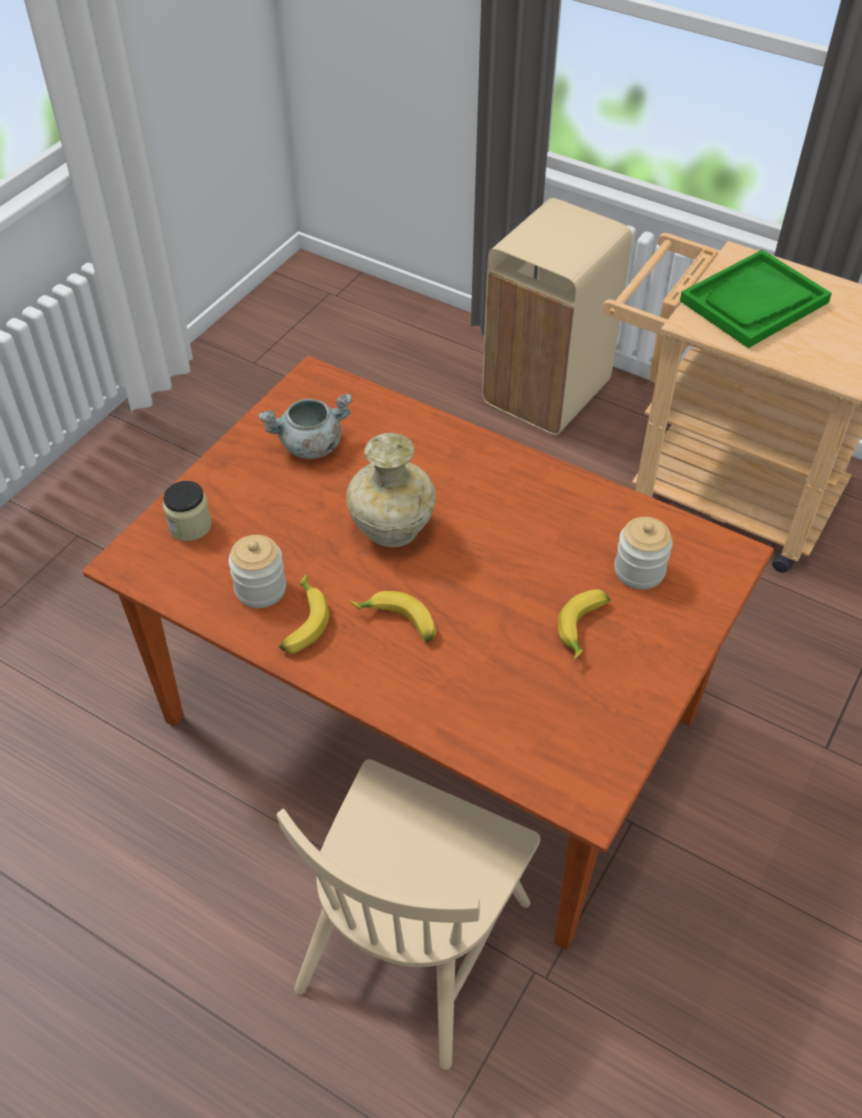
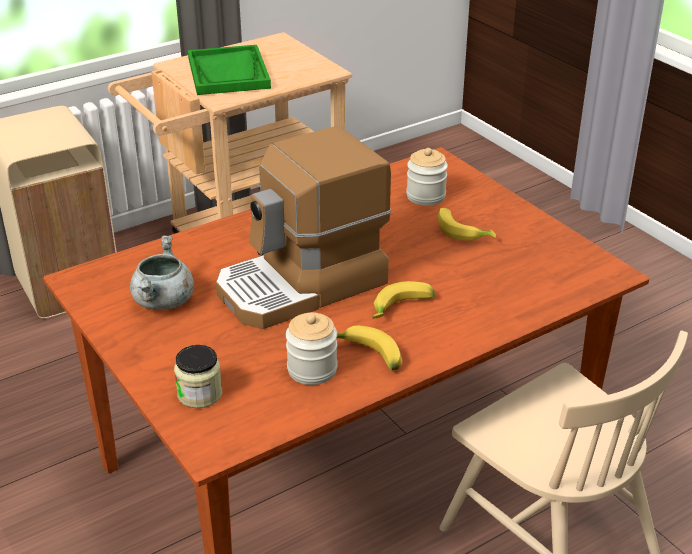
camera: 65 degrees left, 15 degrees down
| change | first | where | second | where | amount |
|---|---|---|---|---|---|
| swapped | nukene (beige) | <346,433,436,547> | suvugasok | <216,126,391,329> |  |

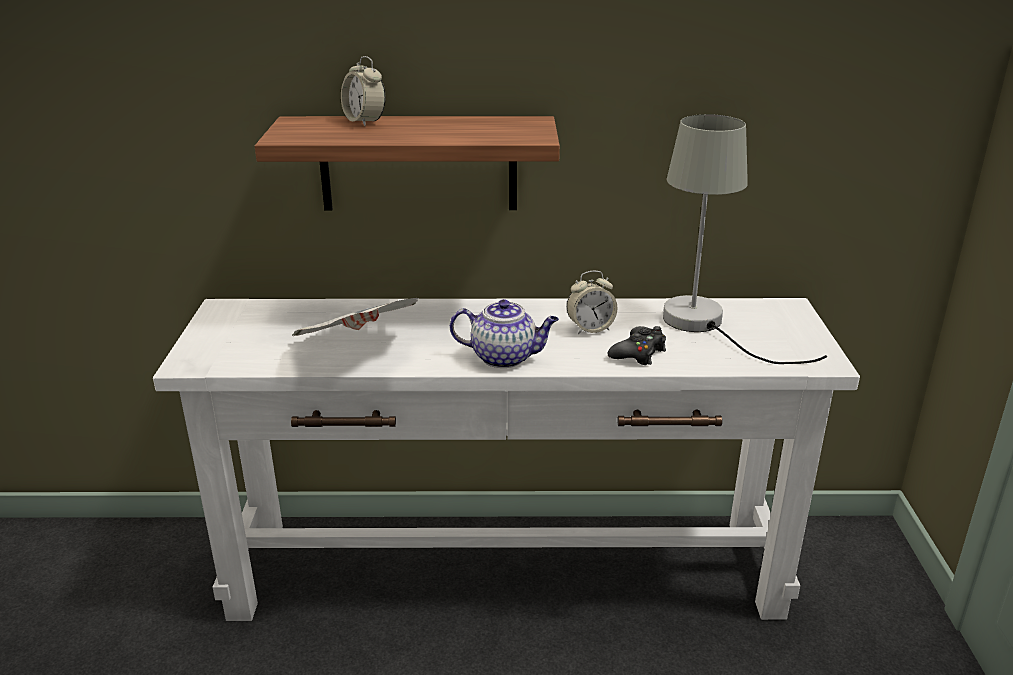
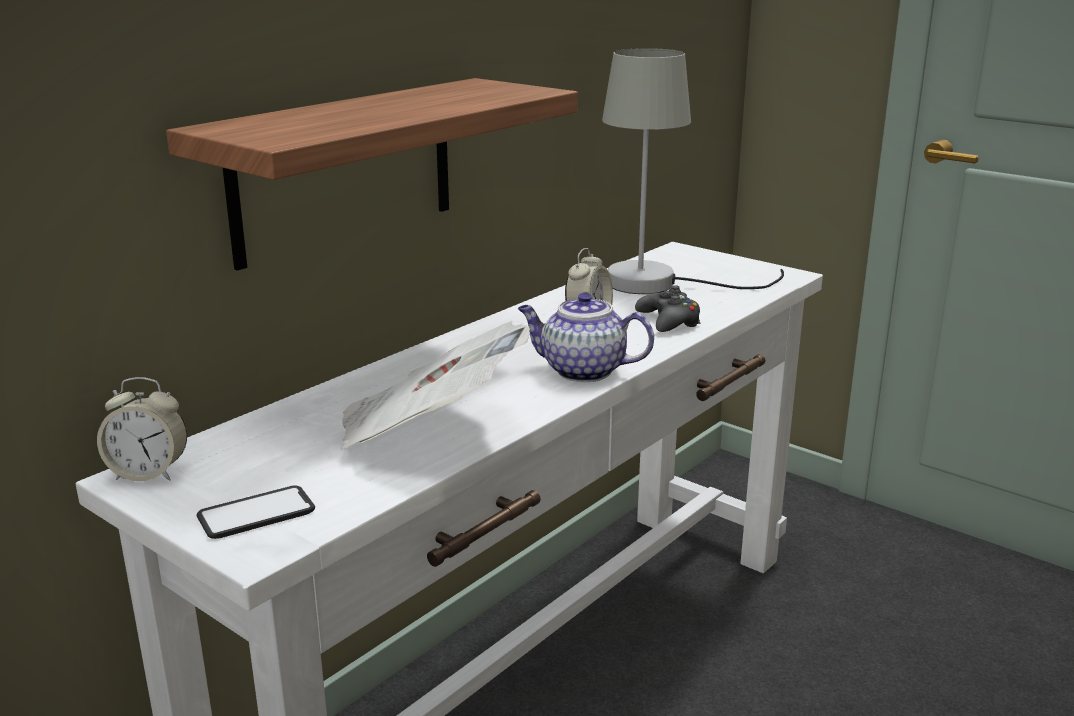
camera: 50 degrees left, 5 degrees down
| change | first | where | second | where | amount |
|---|---|---|---|---|---|
| shifted | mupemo | <341,56,386,126> |  | <97,377,187,481> |  |
| rotated | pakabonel | <450,299,559,368> |  | <517,292,654,382> | 120 degrees counterclockwise |
| new |  |  | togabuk | <197,485,315,539> |  |

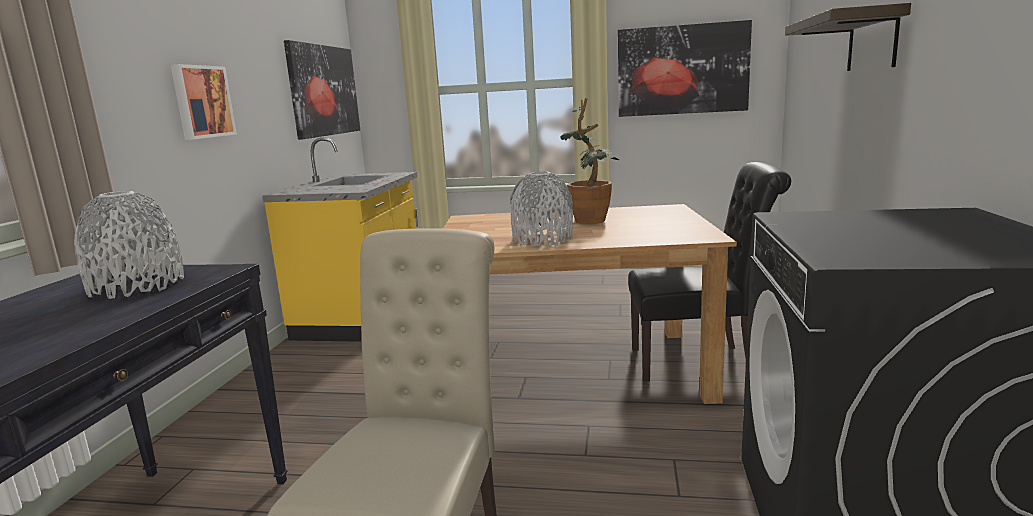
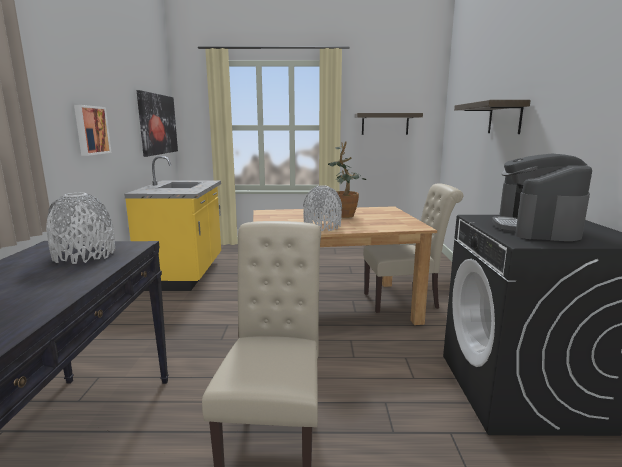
camera: 10 degrees left, 0 degrees up
| change | first | where | second | where | amount |
|---|---|---|---|---|---|
| swapped | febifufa | <618,20,752,117> | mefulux | <355,113,423,135> |  |
| repainted | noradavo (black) | <628,162,791,382> | noradavo (beige) | <363,183,463,313> |  |
| new |  |  | suvugasok | <492,154,592,241> |  |

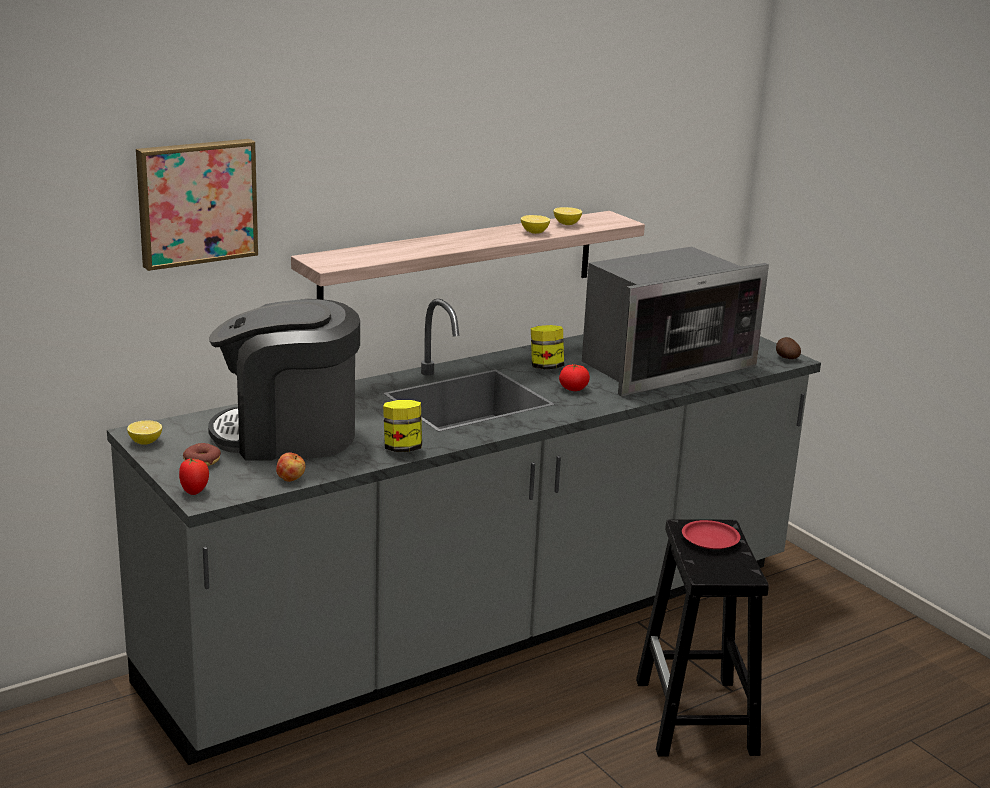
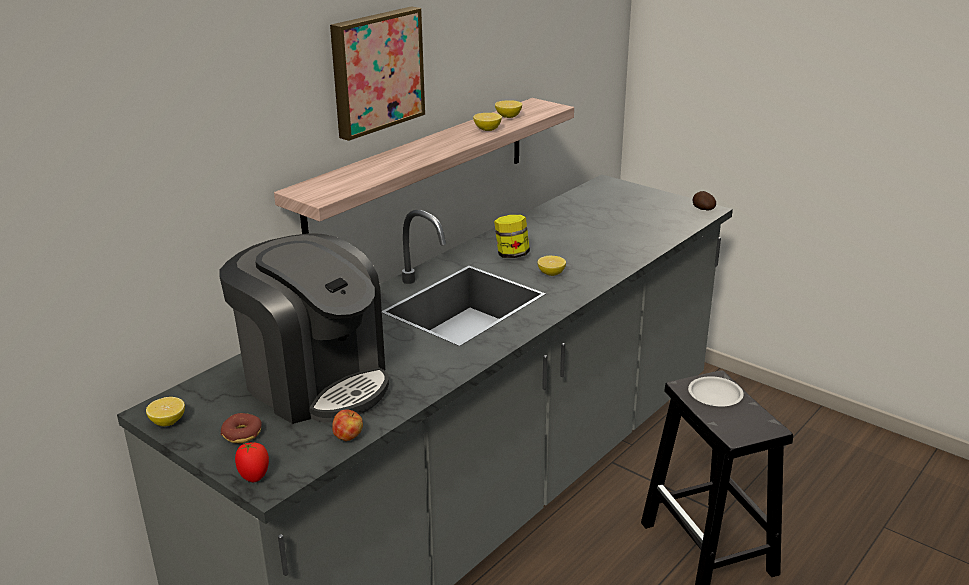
camera: 15 degrees left, 5 degrees up
| change | first | where | second | where | amount |
|---|---|---|---|---|---|
| shifted | febifufa | <136,139,258,271> |  | <330,6,425,141> |  |
| rotated | suvugasok | <208,299,360,461> |  | <219,233,389,424> | 120 degrees counterclockwise |
| gone | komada | <383,400,422,452> |  |  |  |
| swapped | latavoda | <559,364,590,391> | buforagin | <537,256,566,276> |  |
| gone | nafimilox | <582,246,769,396> |  |  |  |
| repainted | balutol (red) | <682,520,741,549> | balutol (white) | <688,376,744,407> |  |

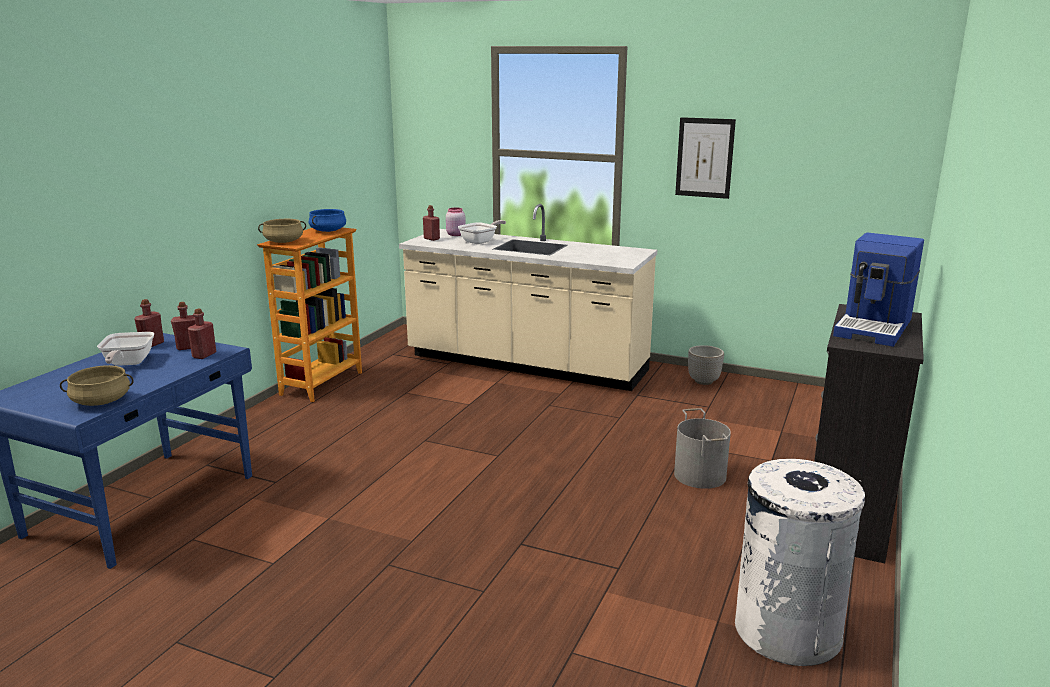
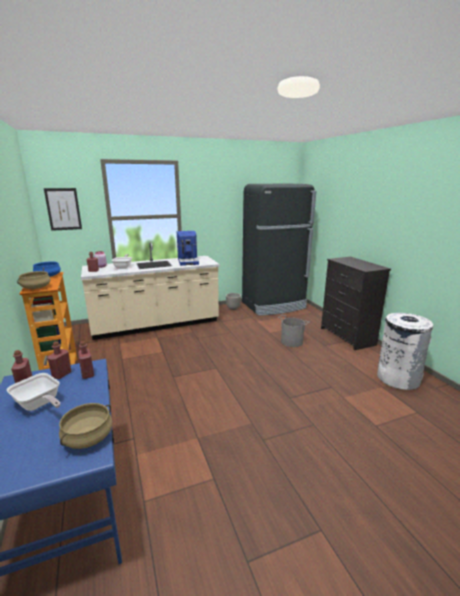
camera: 45 degrees left, 0 degrees up
| change | first | where | second | where | amount |
|---|---|---|---|---|---|
| shifted | febifufa | <675,117,736,199> |  | <44,188,82,231> |  |
| shifted | suvugasok | <833,232,924,347> |  | <177,231,199,266> |  |
| new |  |  | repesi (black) | <242,184,316,316> |  |

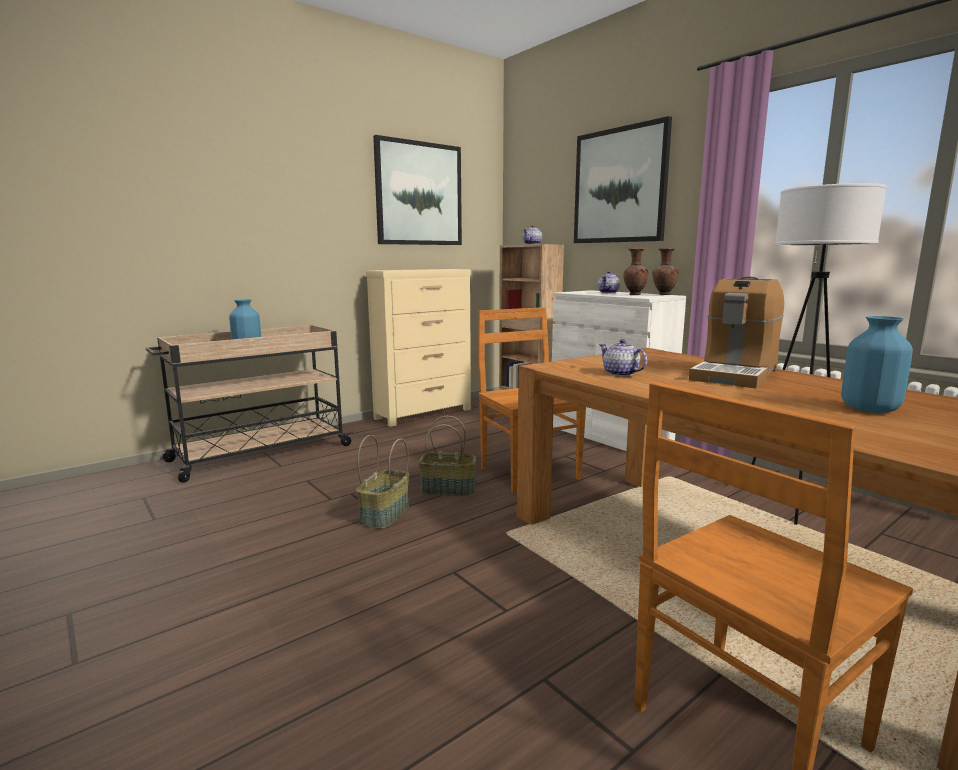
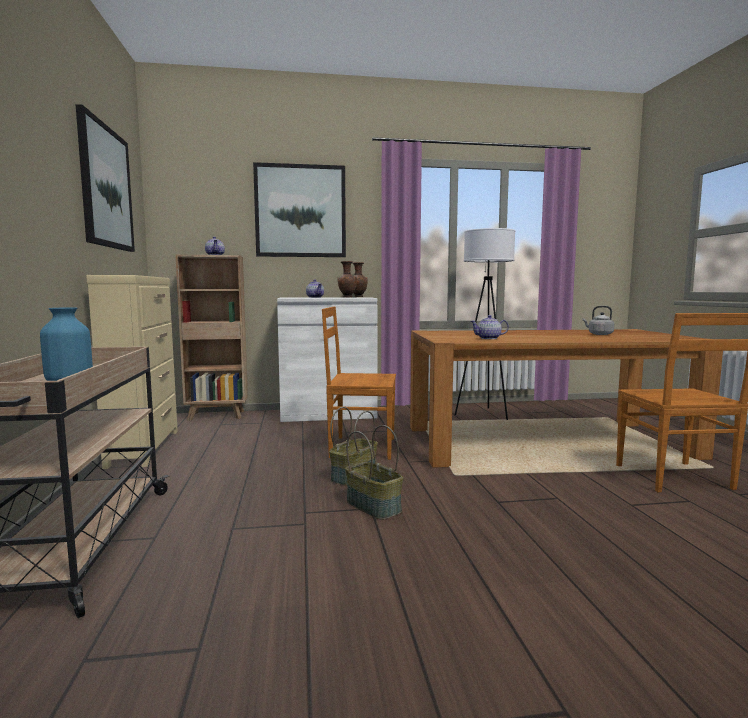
camera: 60 degrees left, 5 degrees down
| change | first | where | second | where | amount |
|---|---|---|---|---|---|
| gone | suvugasok | <689,277,784,388> |  |  |  |
| swapped | nukene (blue) | <841,316,913,413> | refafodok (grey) | <582,306,614,335> |  |

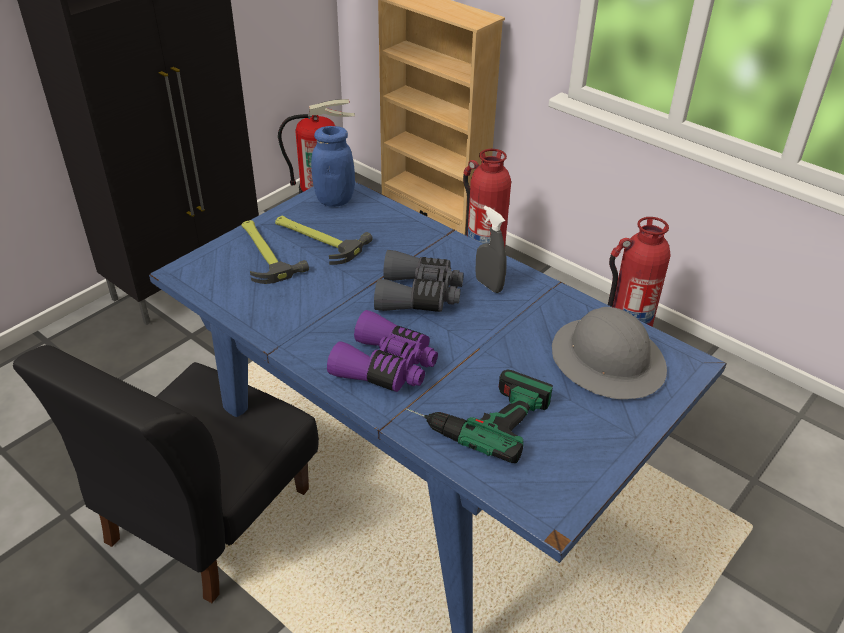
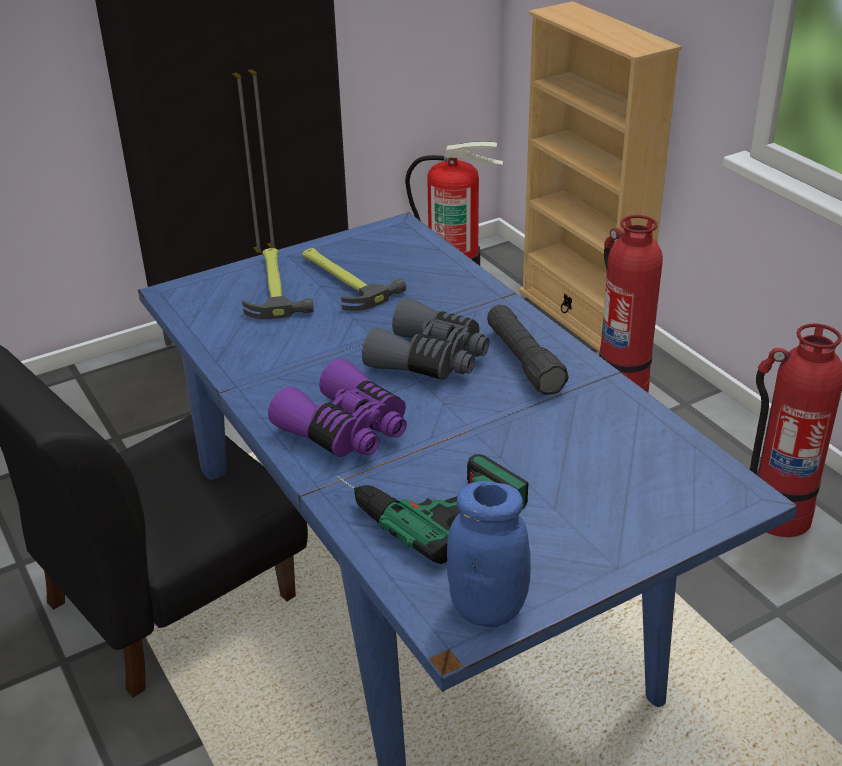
camera: 20 degrees right, 5 degrees down
| change | first | where | second | where | amount |
|---|---|---|---|---|---|
| shifted | komada (blue) | <311,126,355,207> |  | <447,481,531,627> |  |
| swapped | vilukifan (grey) | <475,206,507,293> | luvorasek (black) | <487,305,569,395> |  |
| gone | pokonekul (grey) | <552,307,667,399> |  |  |  |

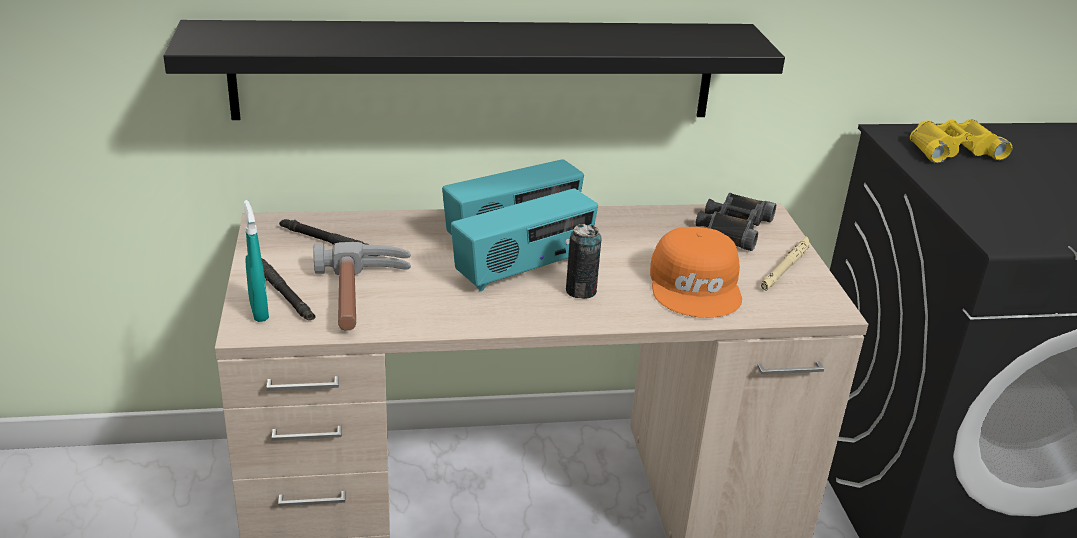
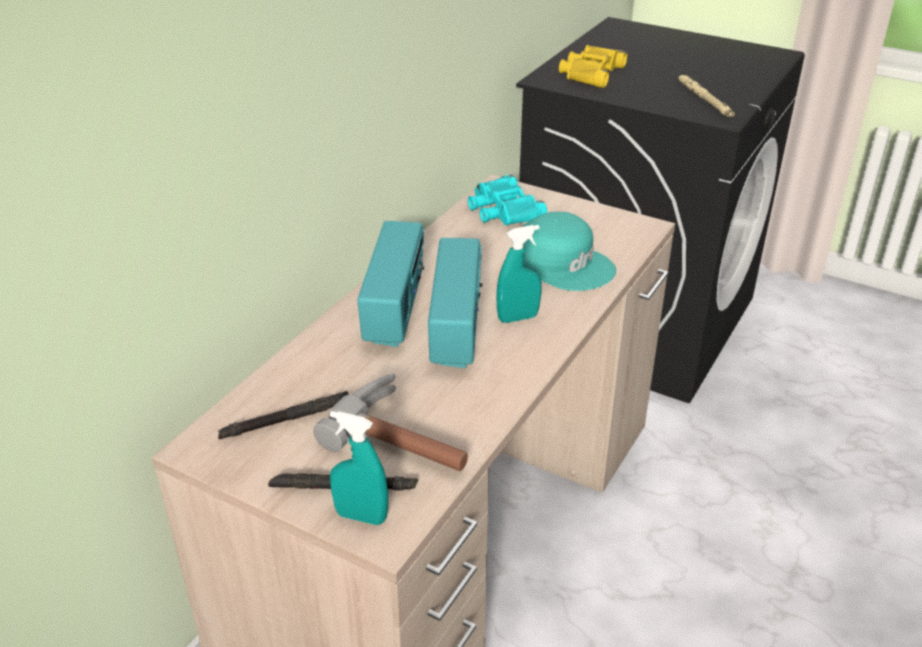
camera: 50 degrees left, 5 degrees up
| change | first | where | second | where | amount |
|---|---|---|---|---|---|
| gone | mefulux (black) | <164,20,785,120> |  |  |  |
| swapped | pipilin | <566,224,601,299> | vilukifan (turquoise) | <496,225,542,323> |  |
| repainted | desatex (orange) | <650,227,742,318> | desatex (turquoise) | <522,212,616,291> |  |
| repainted | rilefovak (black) | <696,193,776,251> | rilefovak (turquoise) | <468,174,547,226> |  |
| shifted | luvorasek (beige) | <761,236,810,291> |  | <678,75,735,117> |  |

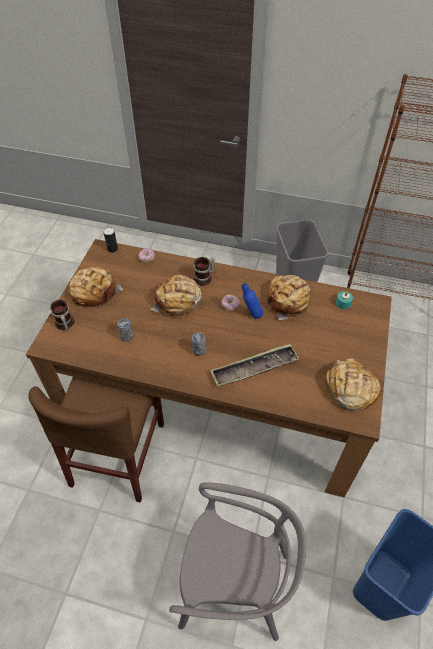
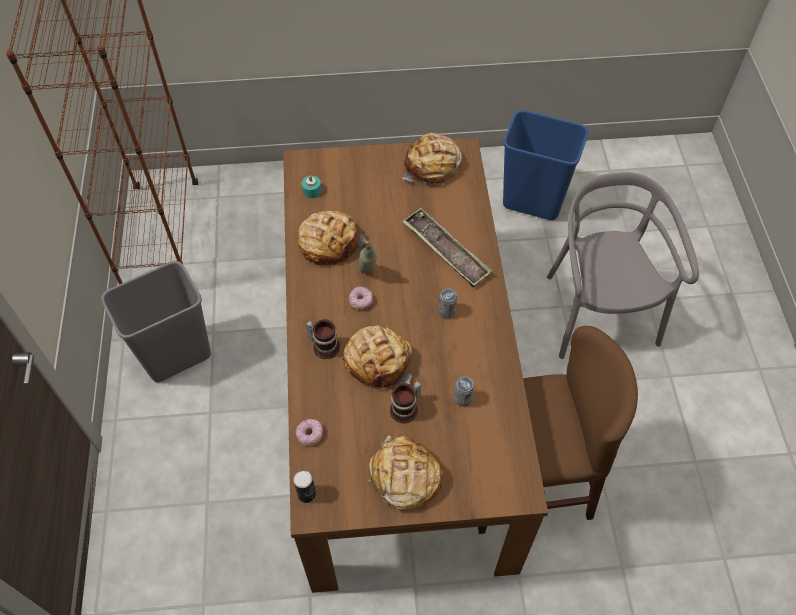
camera: 110 degrees left, 5 degrees up
| change | first | where | second | where | amount |
|---|---|---|---|---|---|
| shifted | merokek | <50,300,75,331> |  | <390,381,421,423> |  |
| repainted | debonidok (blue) | <241,283,263,319> | debonidok (grey) | <359,245,377,274> |  |

